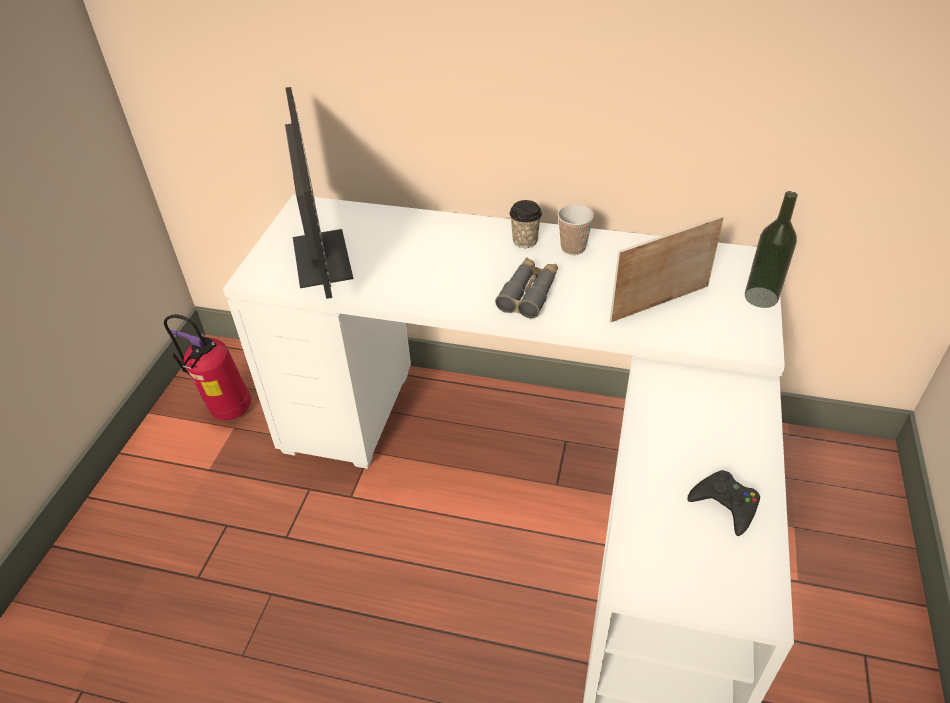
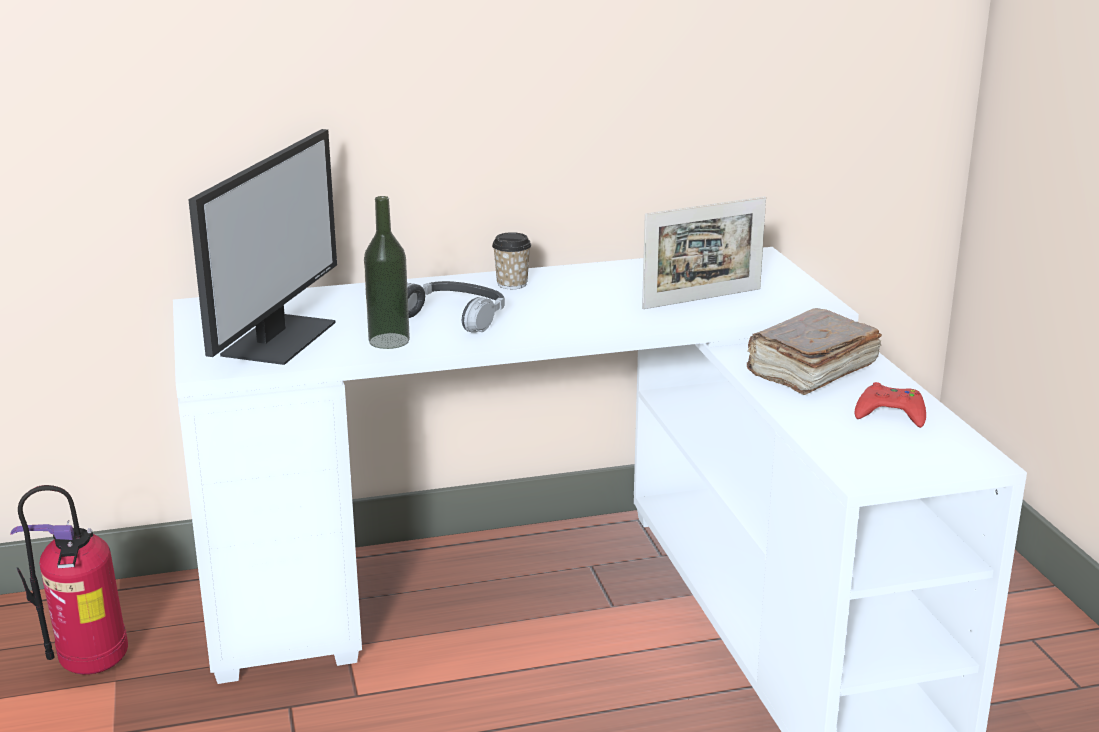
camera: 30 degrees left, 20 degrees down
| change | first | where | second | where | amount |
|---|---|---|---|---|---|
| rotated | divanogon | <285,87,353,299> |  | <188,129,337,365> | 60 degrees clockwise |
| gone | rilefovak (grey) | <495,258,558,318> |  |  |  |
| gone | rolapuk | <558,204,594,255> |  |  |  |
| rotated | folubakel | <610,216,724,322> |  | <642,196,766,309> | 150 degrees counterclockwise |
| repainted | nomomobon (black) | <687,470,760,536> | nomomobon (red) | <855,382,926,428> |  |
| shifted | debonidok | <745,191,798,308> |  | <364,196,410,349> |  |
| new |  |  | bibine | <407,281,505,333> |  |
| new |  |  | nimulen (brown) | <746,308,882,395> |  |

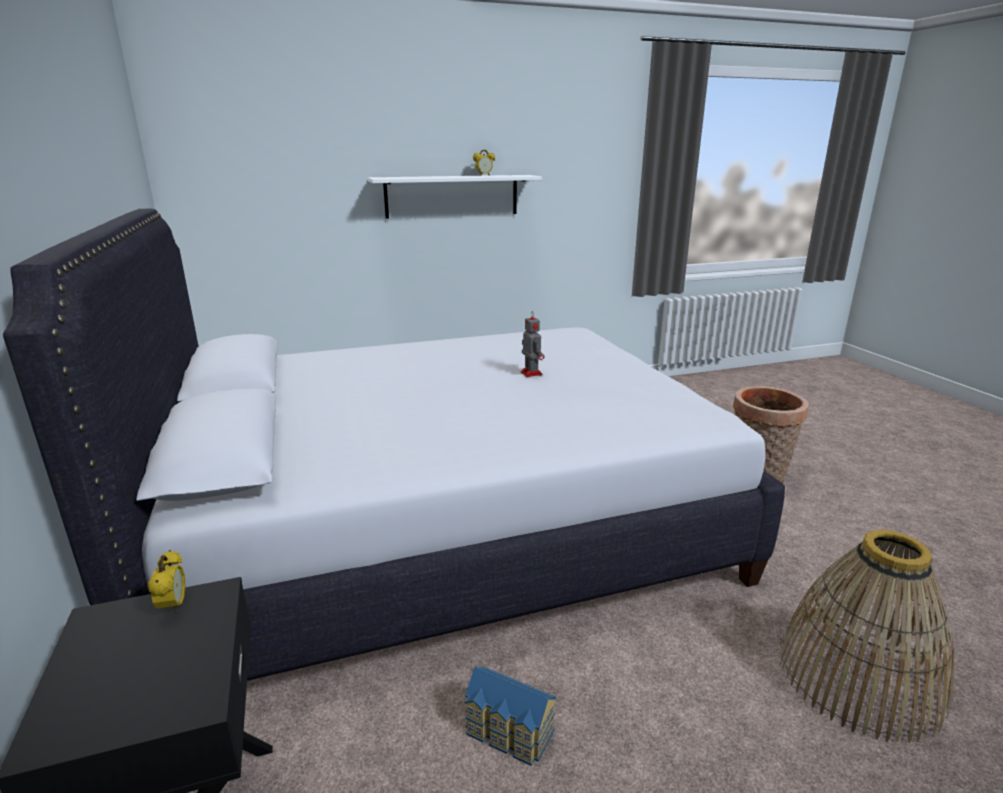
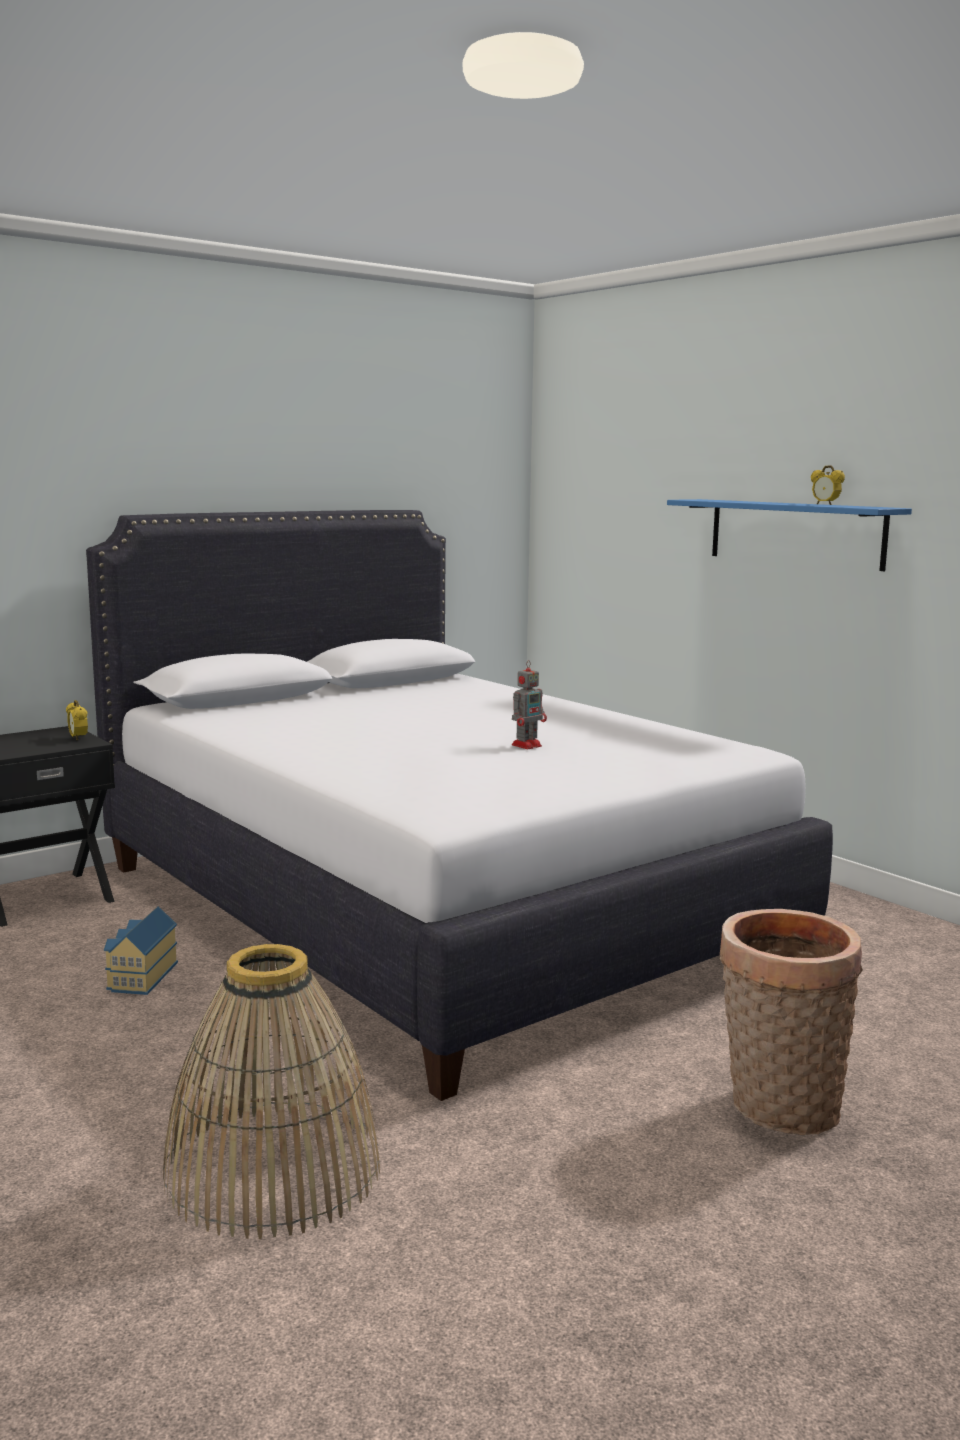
camera: 70 degrees right, 10 degrees down
| change | first | where | second | where | amount |
|---|---|---|---|---|---|
| rotated | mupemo | <147,550,186,614> |  | <66,700,88,741> | 90 degrees clockwise |
| repainted | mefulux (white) | <368,175,542,219> | mefulux (blue) | <667,499,912,571> |  |

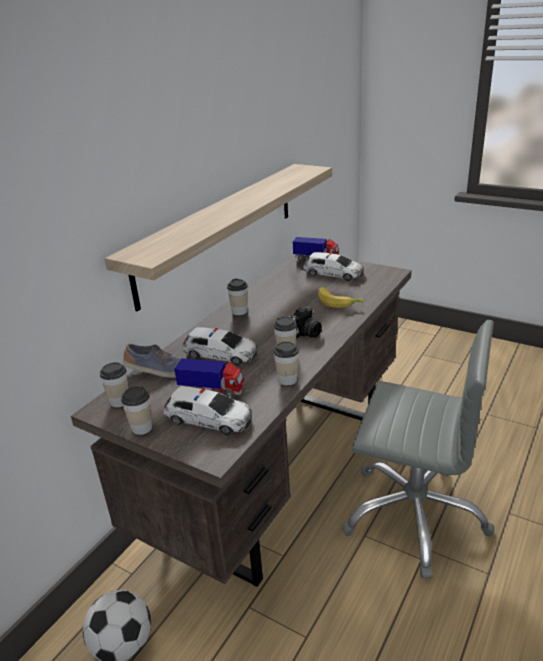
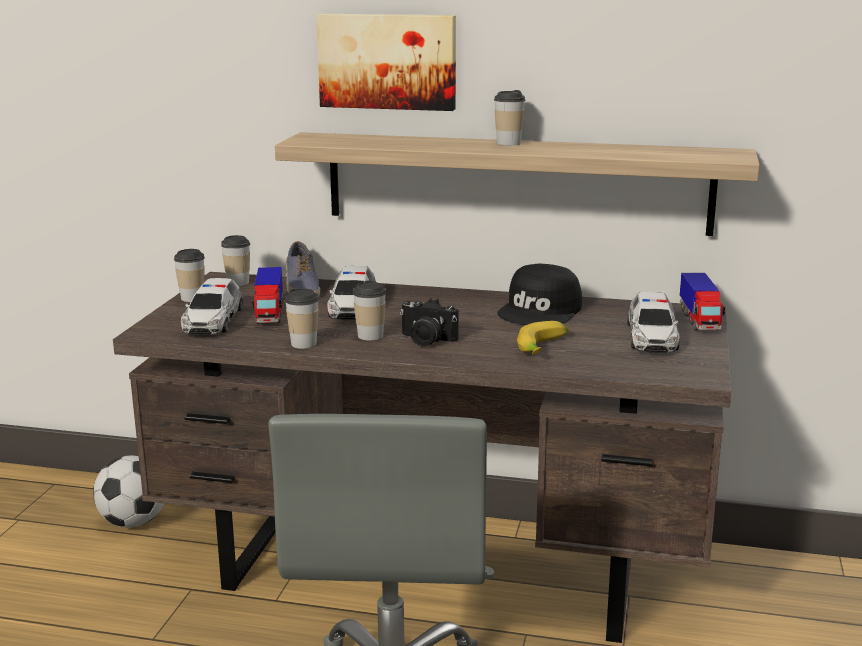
camera: 70 degrees right, 10 degrees down
| change | first | where | second | where | amount |
|---|---|---|---|---|---|
| shifted | rolapuk | <227,279,248,315> |  | <494,90,525,146> |  |
| new |  |  | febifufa | <316,14,456,111> |  |
| new |  |  | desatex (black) | <498,264,582,325> |  |

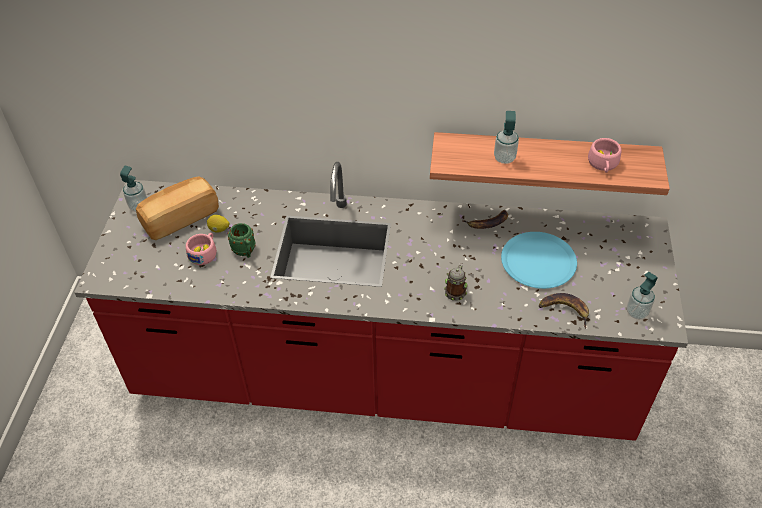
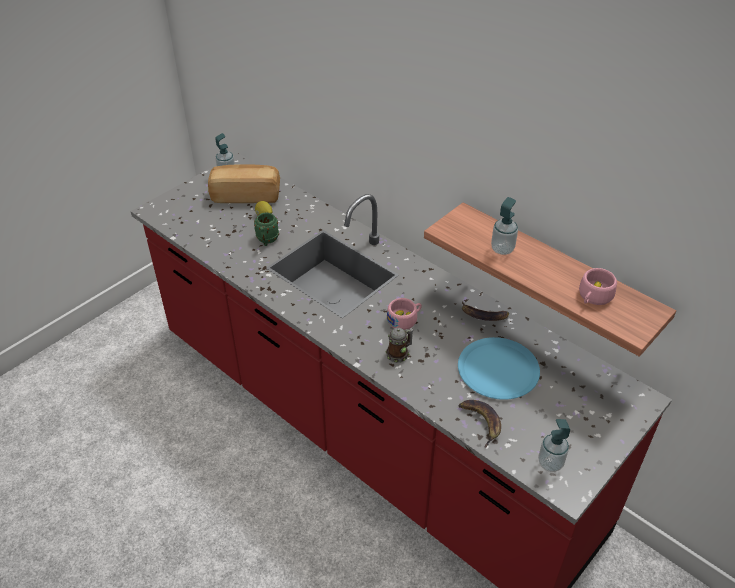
camera: 35 degrees right, 5 degrees down
| change | first | where | second | where | amount |
|---|---|---|---|---|---|
| shifted | rolapuk (pink) | <185,233,217,265> |  | <387,298,422,330> |  |

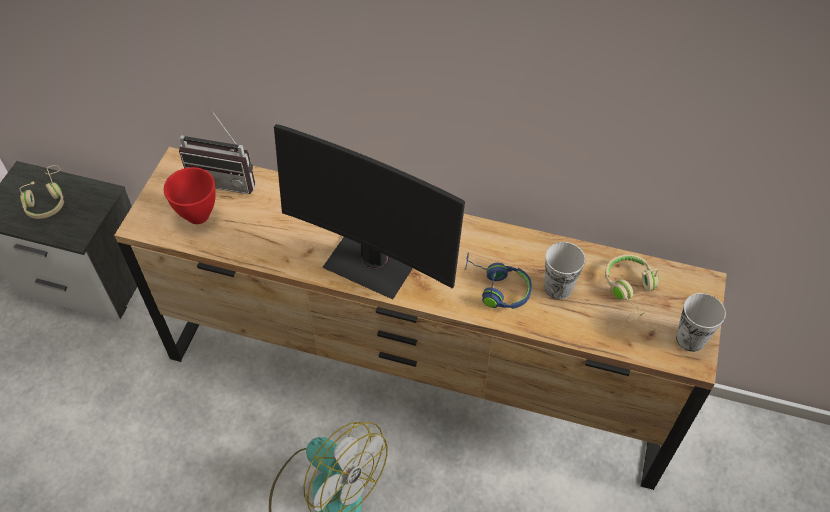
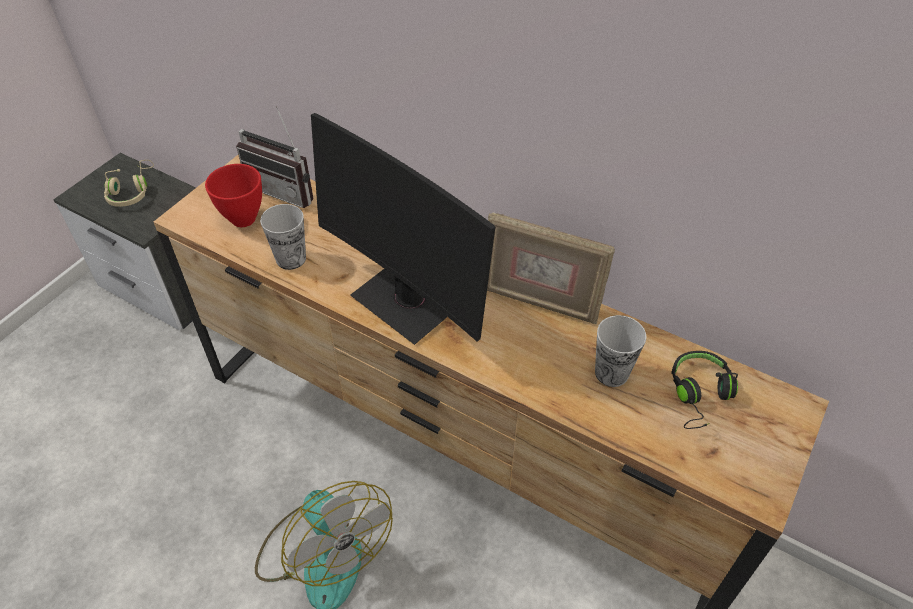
camera: 15 degrees right, 5 degrees down
| change | first | where | second | where | amount |
|---|---|---|---|---|---|
| gone | bibine (blue) | <464,252,532,309> |  |  |  |
| repainted | bibine (beige) | <605,254,659,321> | bibine (black) | <671,351,738,429> |  |
| shifted | rolapuk | <676,293,726,352> |  | <260,204,306,270> |  |
| new |  |  | folubakel | <487,212,615,324> |  |

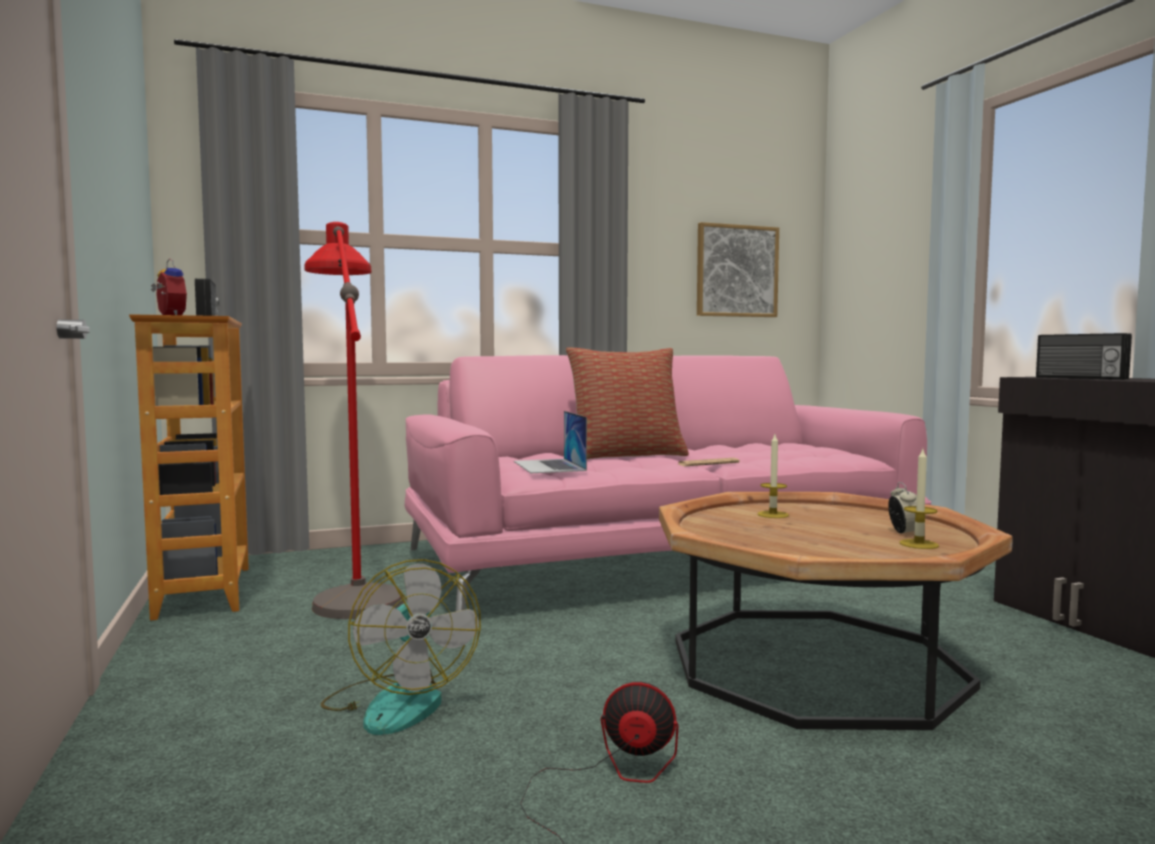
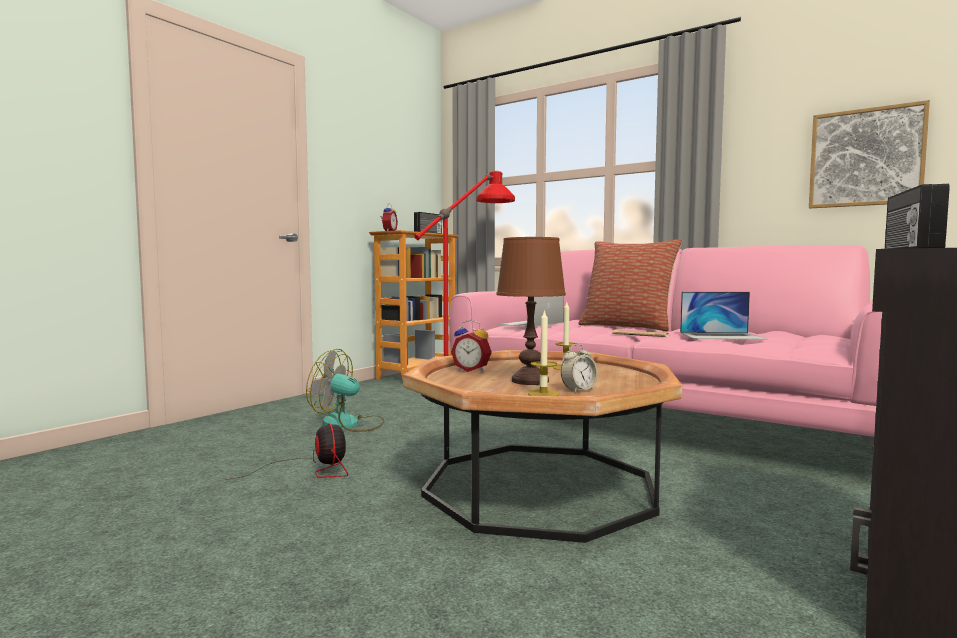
camera: 55 degrees right, 0 degrees up
| change | first | where | second | where | amount |
|---|---|---|---|---|---|
| rotated | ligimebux | <321,559,481,735> |  | <306,349,385,432> | 75 degrees clockwise |
| new |  |  | mupemo | <451,320,492,372> |  |
| new |  |  | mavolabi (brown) | <496,237,566,385> |  |
| new |  |  | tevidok | <680,292,767,340> |  |

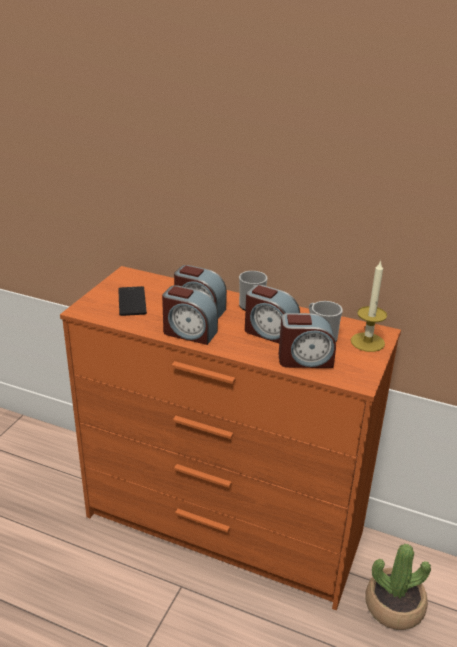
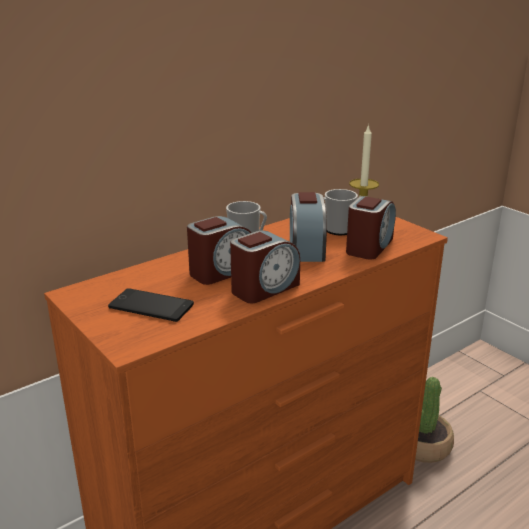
camera: 60 degrees left, 5 degrees down
| change | first | where | second | where | amount |
|---|---|---|---|---|---|
| rotated | mupemo | <245,285,300,343> |  | <290,192,327,262> | 120 degrees clockwise |

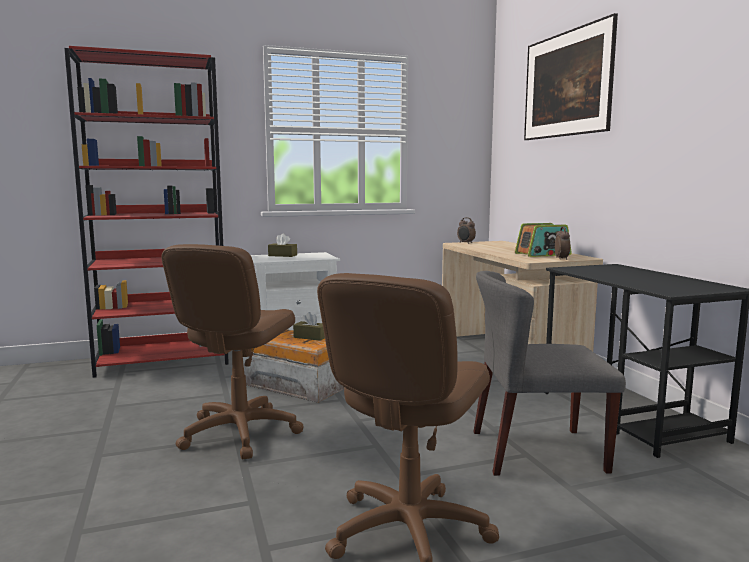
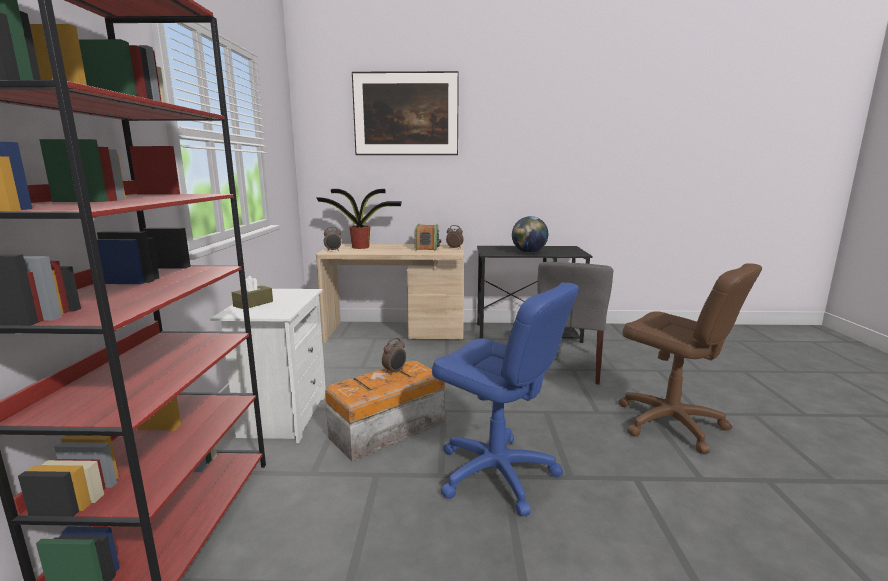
camera: 70 degrees left, 5 degrees up
| change | first | where | second | where | amount |
|---|---|---|---|---|---|
| repainted | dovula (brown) | <161,244,304,459> | dovula (blue) | <432,283,579,516> |  |
| swapped | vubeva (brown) | <293,312,325,341> | mupemo | <382,338,406,375> |  |
| new |  |  | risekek | <316,189,402,249> |  |
| new |  |  | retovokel | <512,216,548,253> |  |

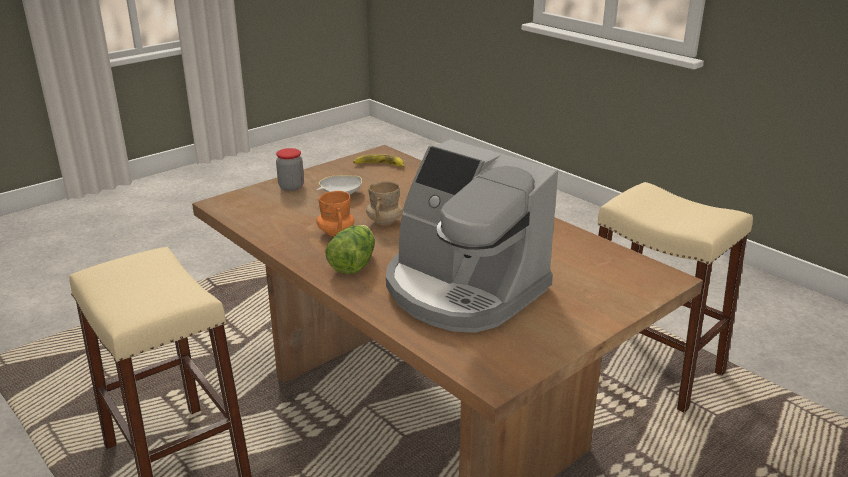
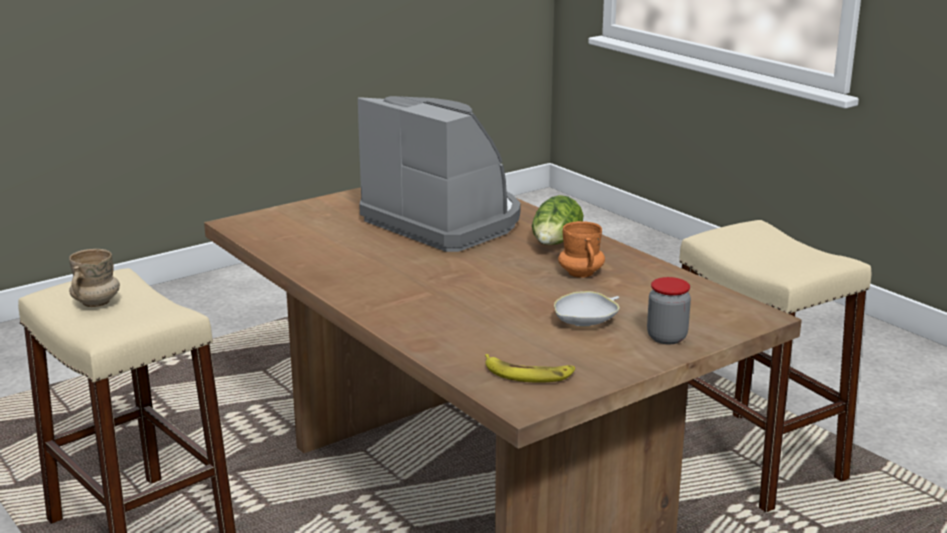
camera: 175 degrees left, 5 degrees down
| change | first | where | second | where | amount |
|---|---|---|---|---|---|
| shifted | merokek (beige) | <366,181,403,226> |  | <69,249,120,307> |  |

